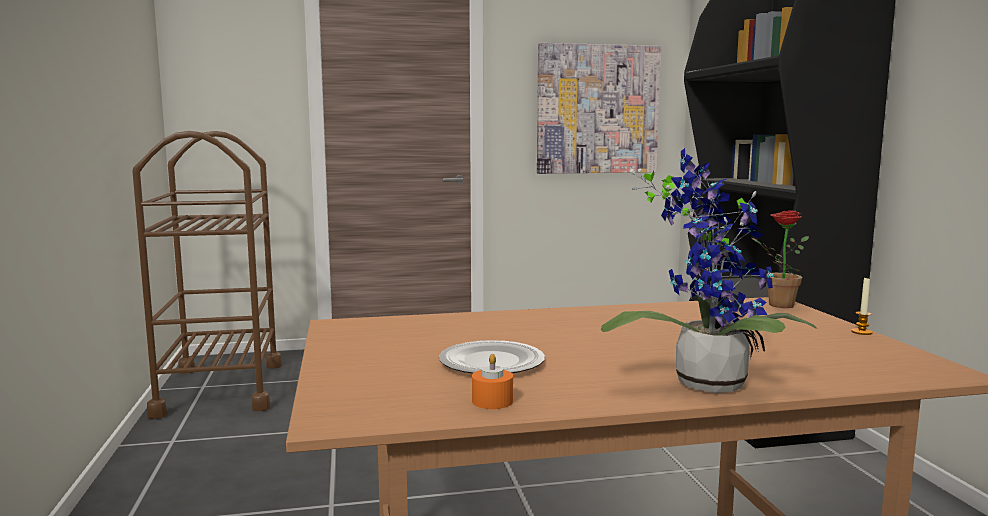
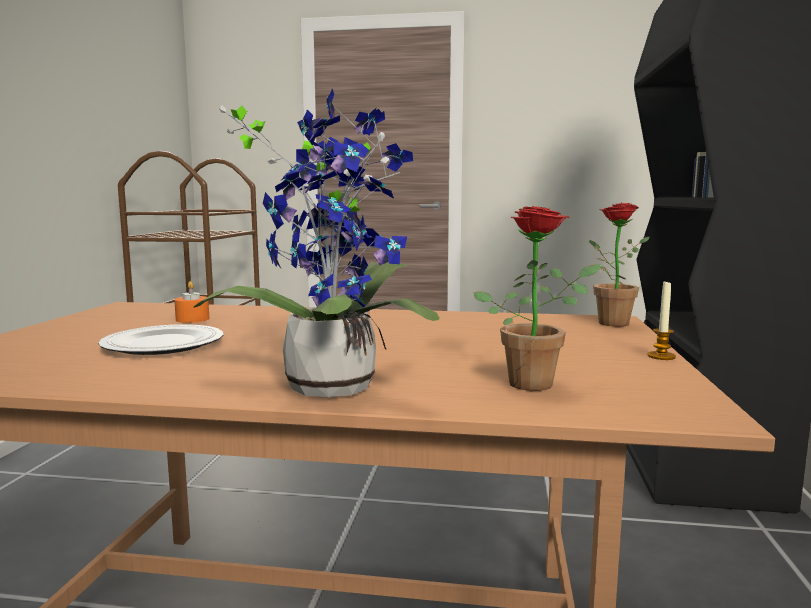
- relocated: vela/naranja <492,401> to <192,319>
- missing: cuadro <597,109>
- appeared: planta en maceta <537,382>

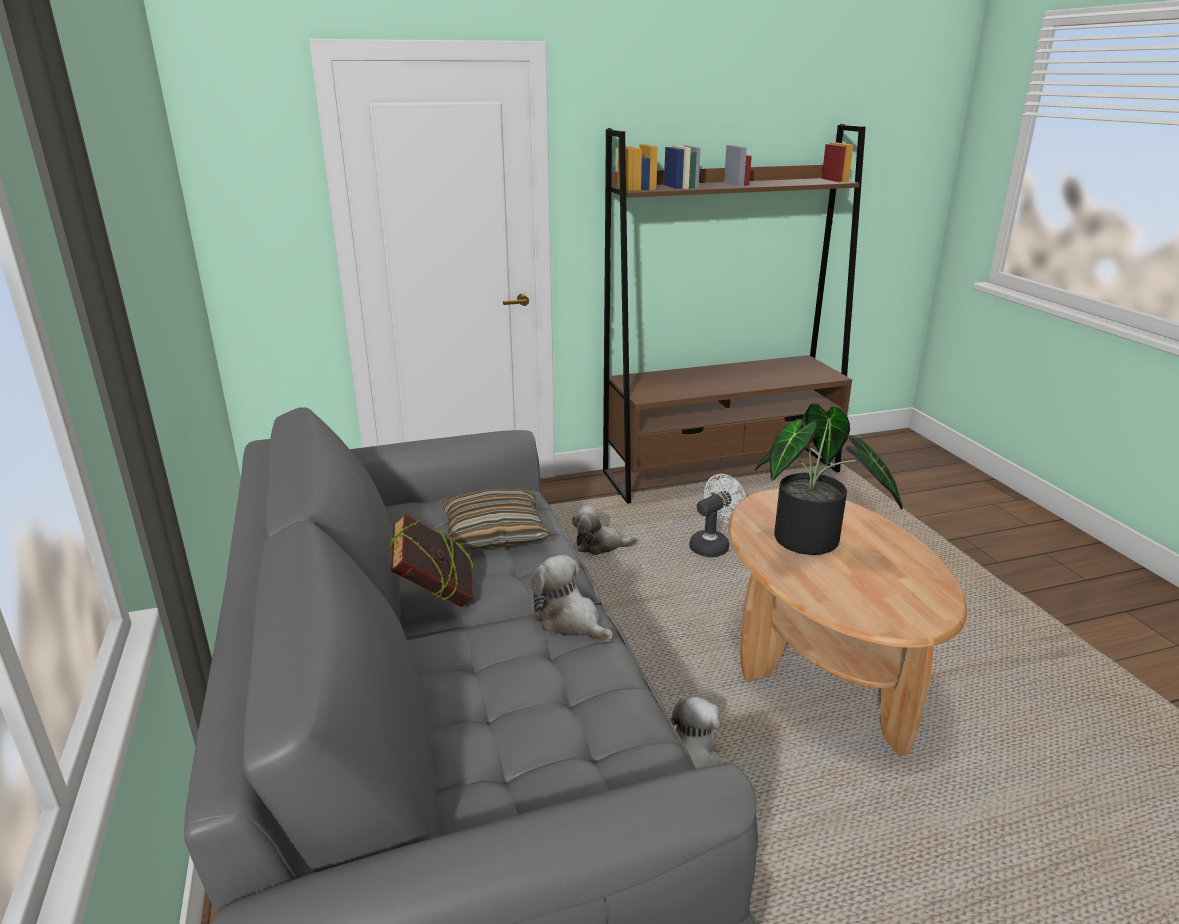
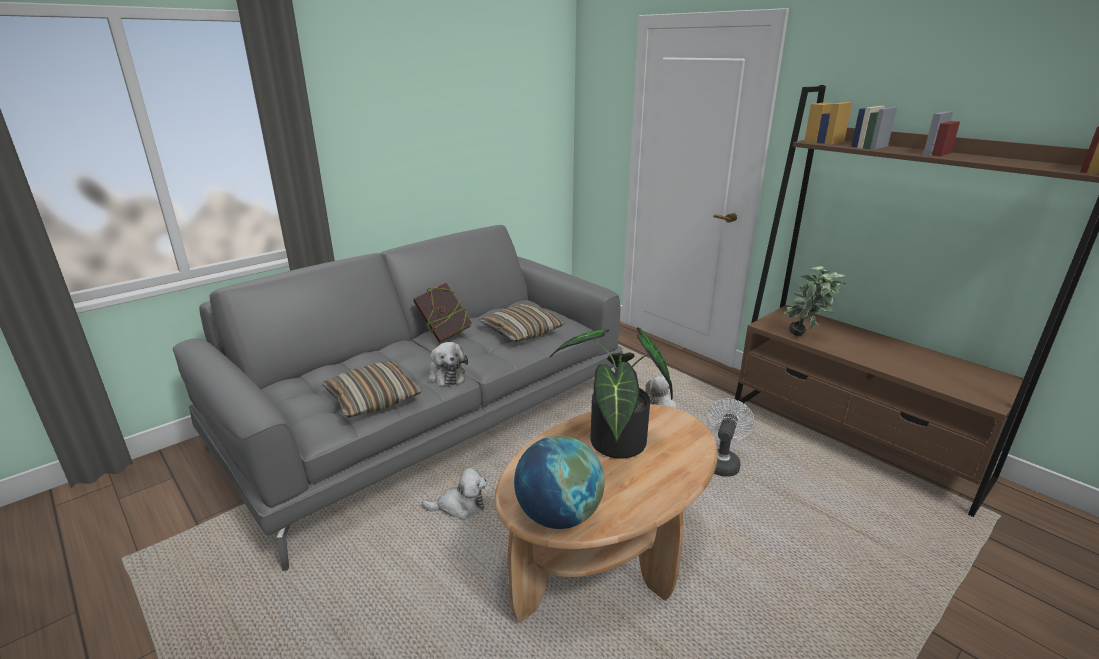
- spun: peluche <569,621> = <446,375> 135 degrees clockwise
- spun: ventilador/blanco <713,545> = <722,462> 90 degrees counterclockwise
- appeared: cojín <373,399>
- appeared: globo terráqueo <558,515>
- appeared: planta en maceta <805,337>

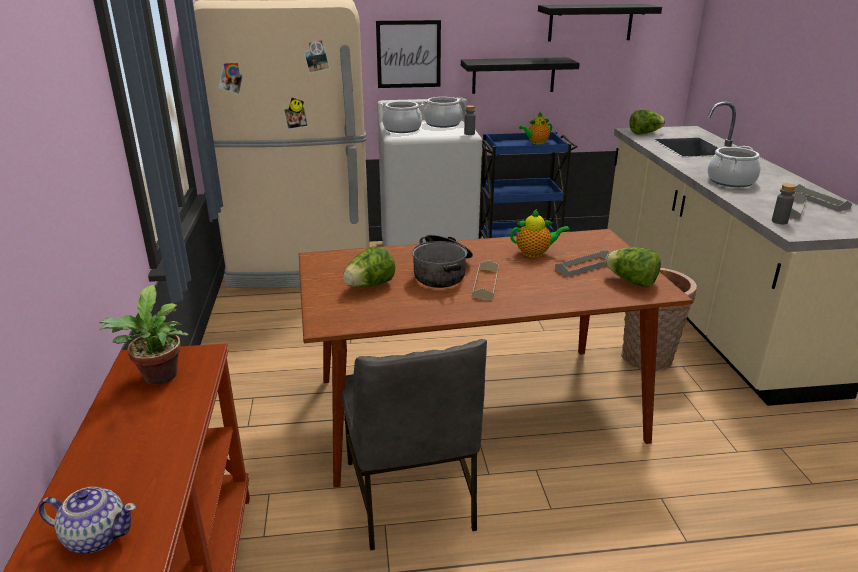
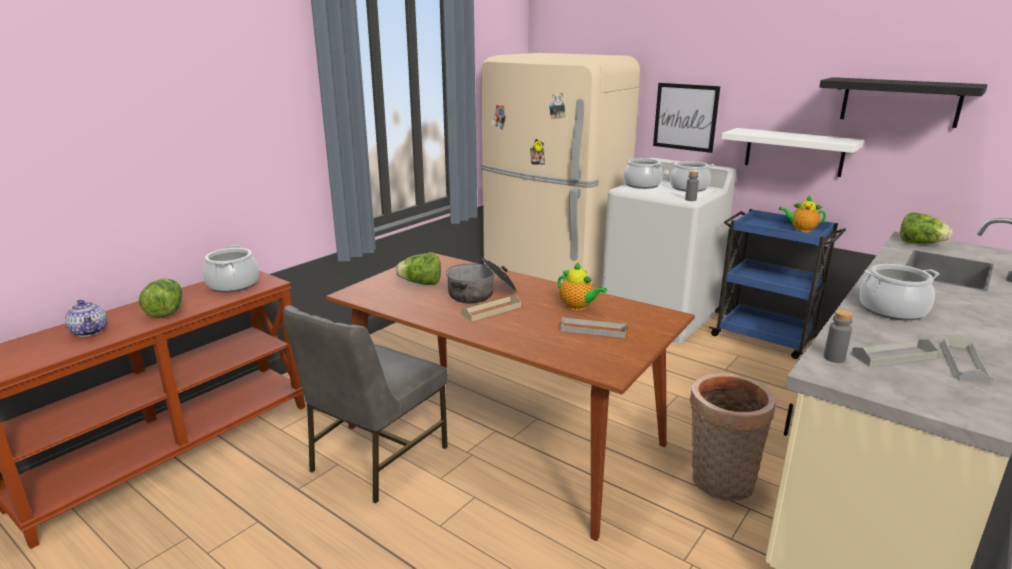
- exchanged: planta en maceta <158,378> to olla <233,285>
- colour: estante/negro <513,75> to estante/blanco <794,152>
- relocated: lechuga <631,282> to <166,311>

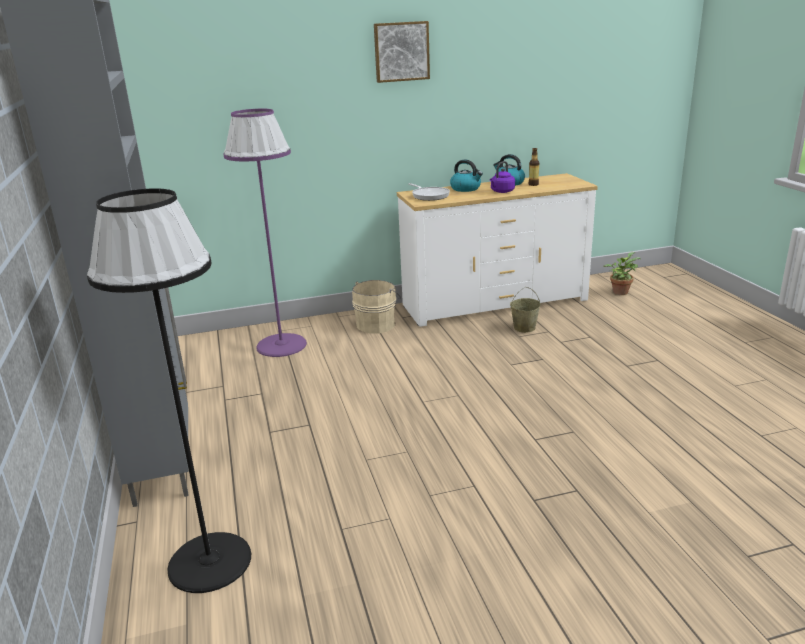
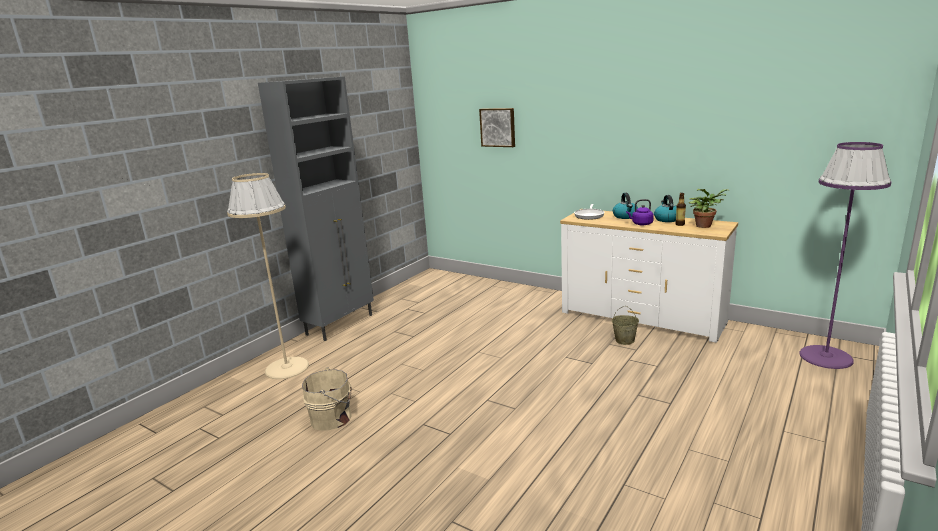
- colour: lámpara de pie/negro <209,561> to lámpara de pie/beis <287,368>
- relocated: lámpara de pie/morado <281,345> to <825,357>
- relocated: cubo/beis <377,324> to <333,418>
- relocated: cuadro <401,51> to <498,127>
- relocated: planta en maceta <620,291> to <705,225>

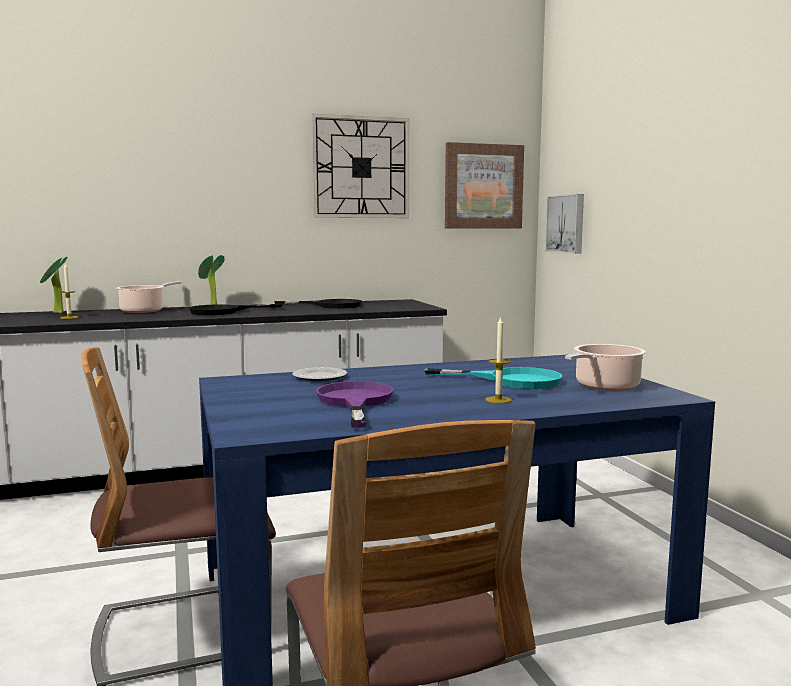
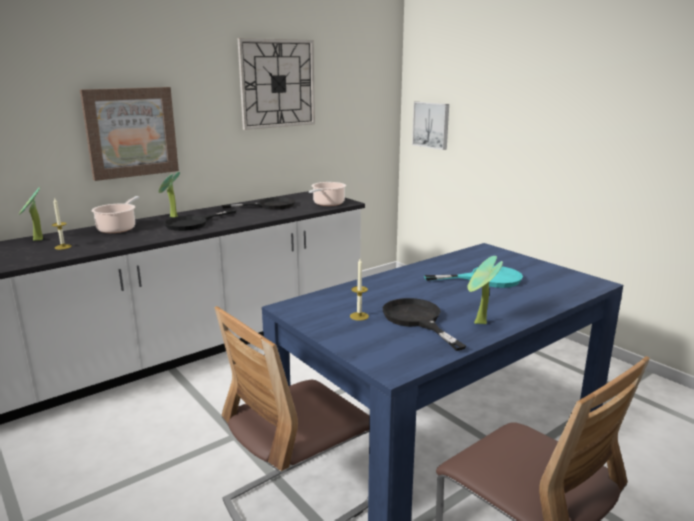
- missing: plato <320,377>
- colour: sartén/morado <354,402> to sartén/negro <417,320>
- relocated: cuadro <483,186> to <131,132>
- relocated: vela <498,400> to <359,316>
- relocated: olla <604,386> to <327,204>
- appeared: planta en maceta <479,324>

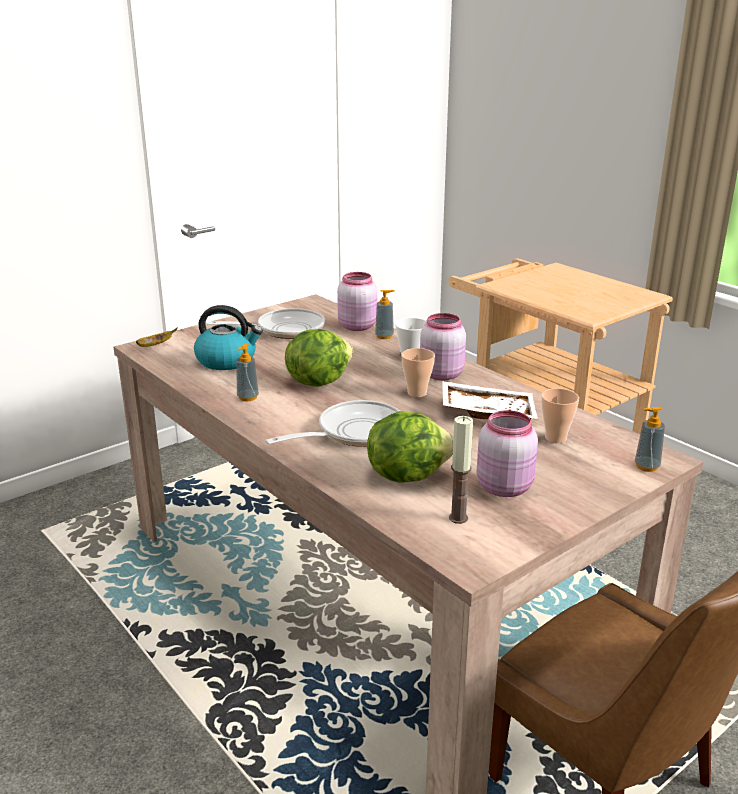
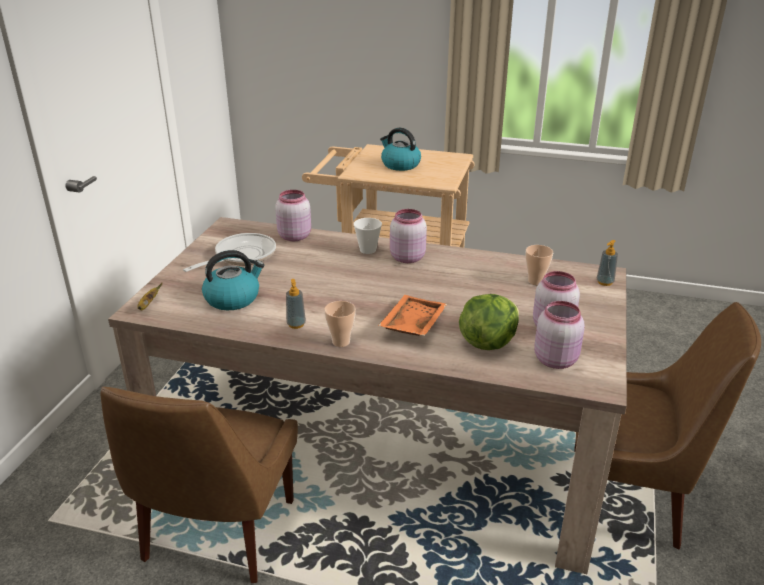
- exchanged: sartén <354,432> to bandeja/naranja <412,324>
- missing: lechuga <318,381>
- missing: dispensador de jabón <384,336>
- relocated: taza <417,393> to <341,342>
- missing: bandeja/blanco <487,411>
- exchanged: vela <458,518> to tarro/rosa <555,359>
- appeared: silla/marrón <217,534>
- appeared: hervidor <400,165>

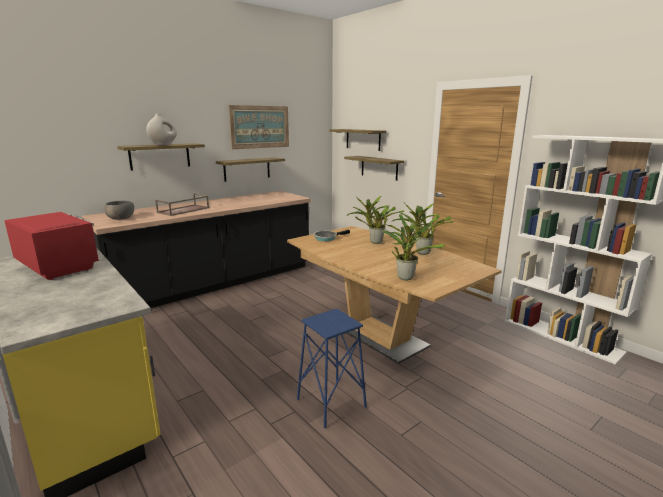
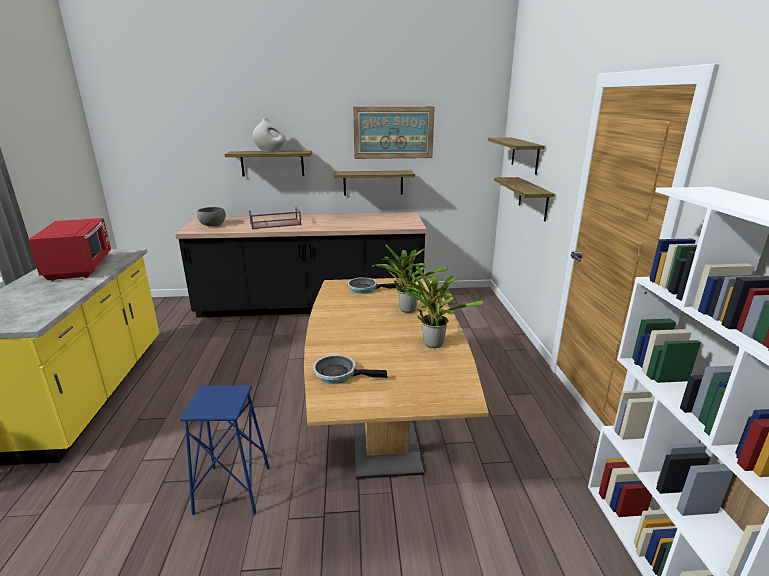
- exchanged: planta en maceta <405,277> to sartén <339,374>

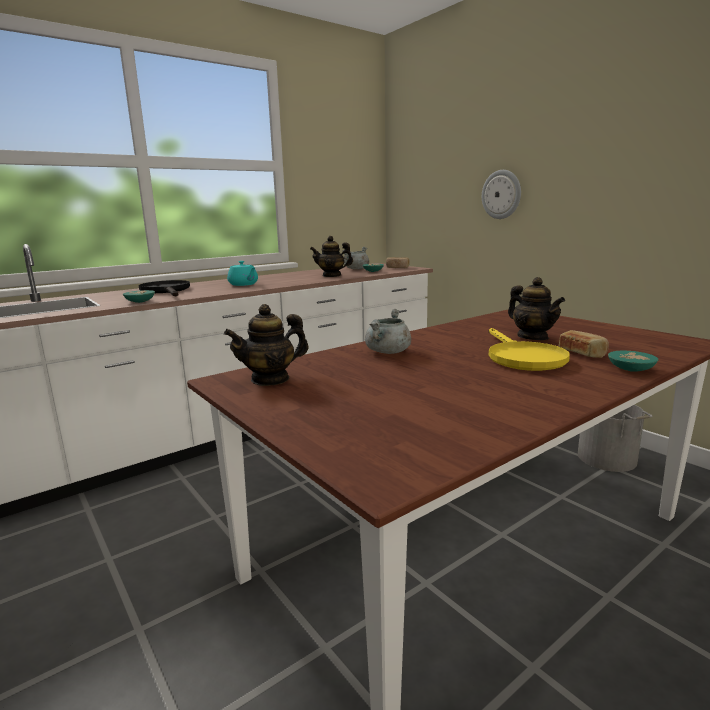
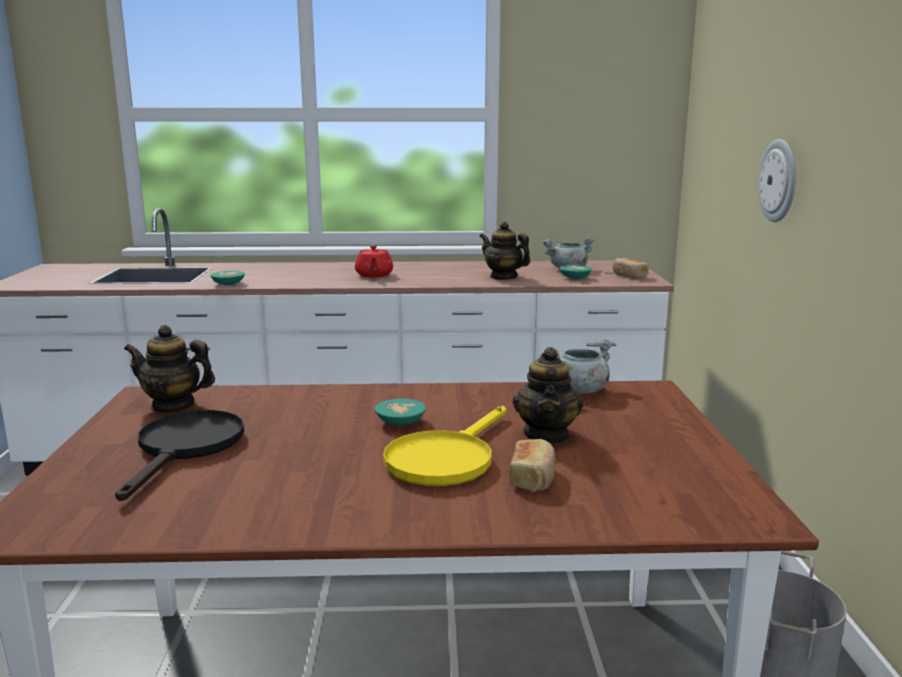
- relocated: sartén/negro <167,291> to <186,448>
- colour: tetera/turquesa <243,284> to tetera/rojo <374,275>
- relocated: olla/gris <388,352> to <579,390>
- relocated: cuenco/turquesa <632,370> to <400,423>

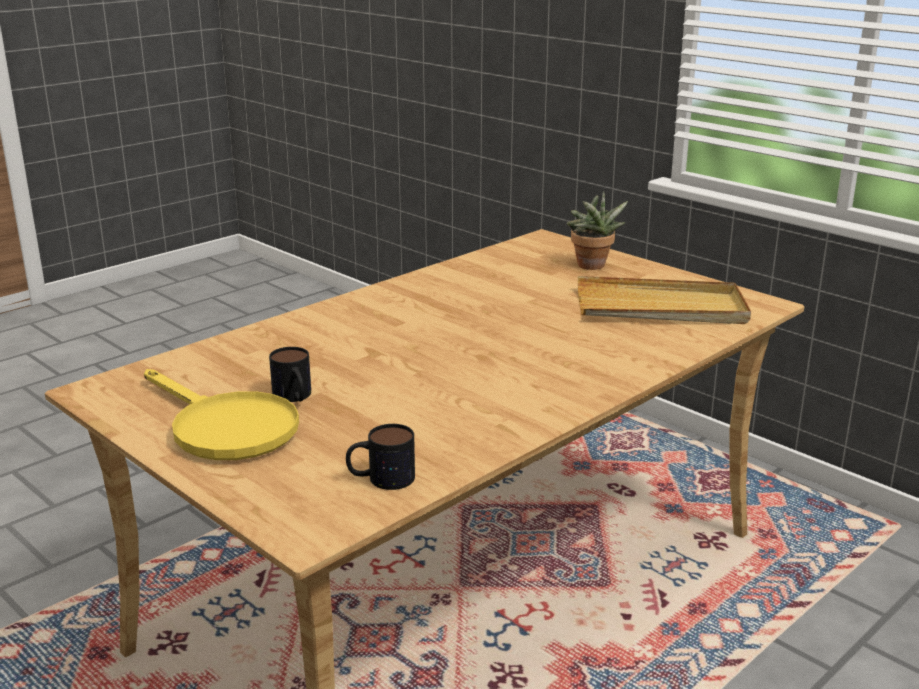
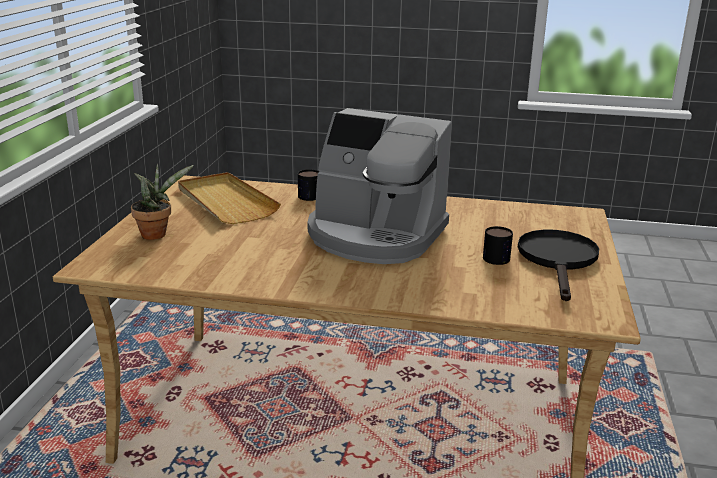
- colour: sartén/amarillo <224,427> to sartén/negro <558,260>
- relocated: taza grande <381,478> to <313,198>
- appeared: cafetera <375,236>

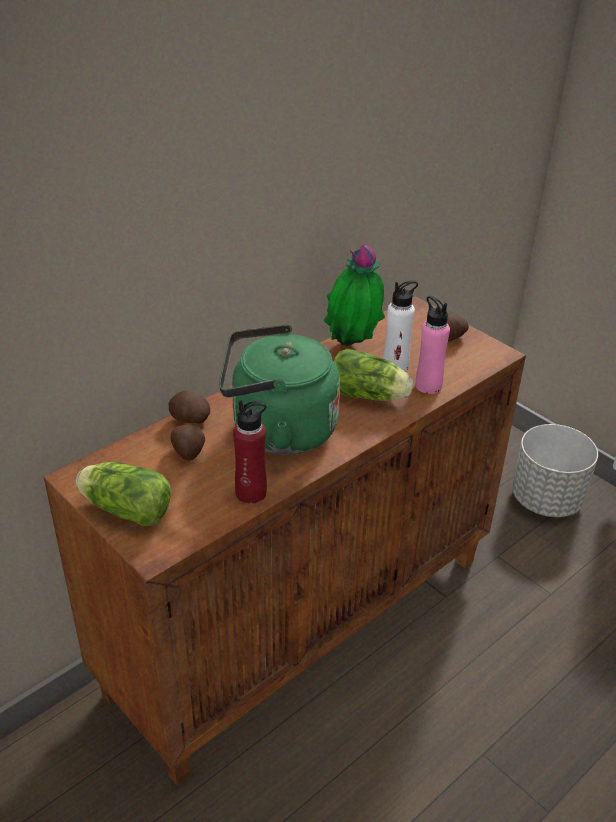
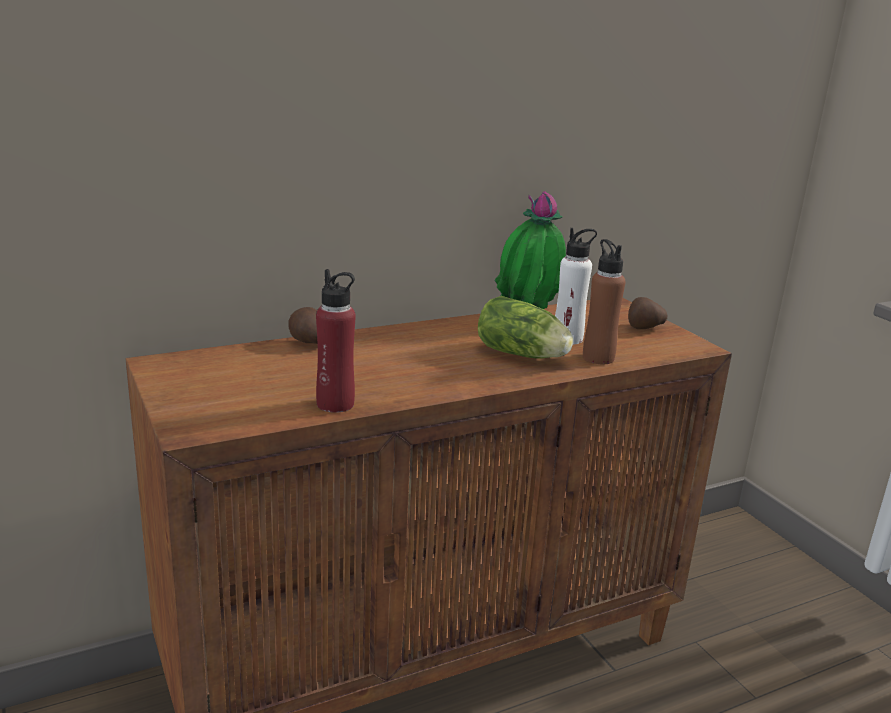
- missing: lechuga <124,509>
- missing: patata <188,452>
- missing: hervidor/verde <277,431>
- colour: botella/rosa <428,385> to botella/marrón <598,358>
- missing: maceta/gris <546,499>

